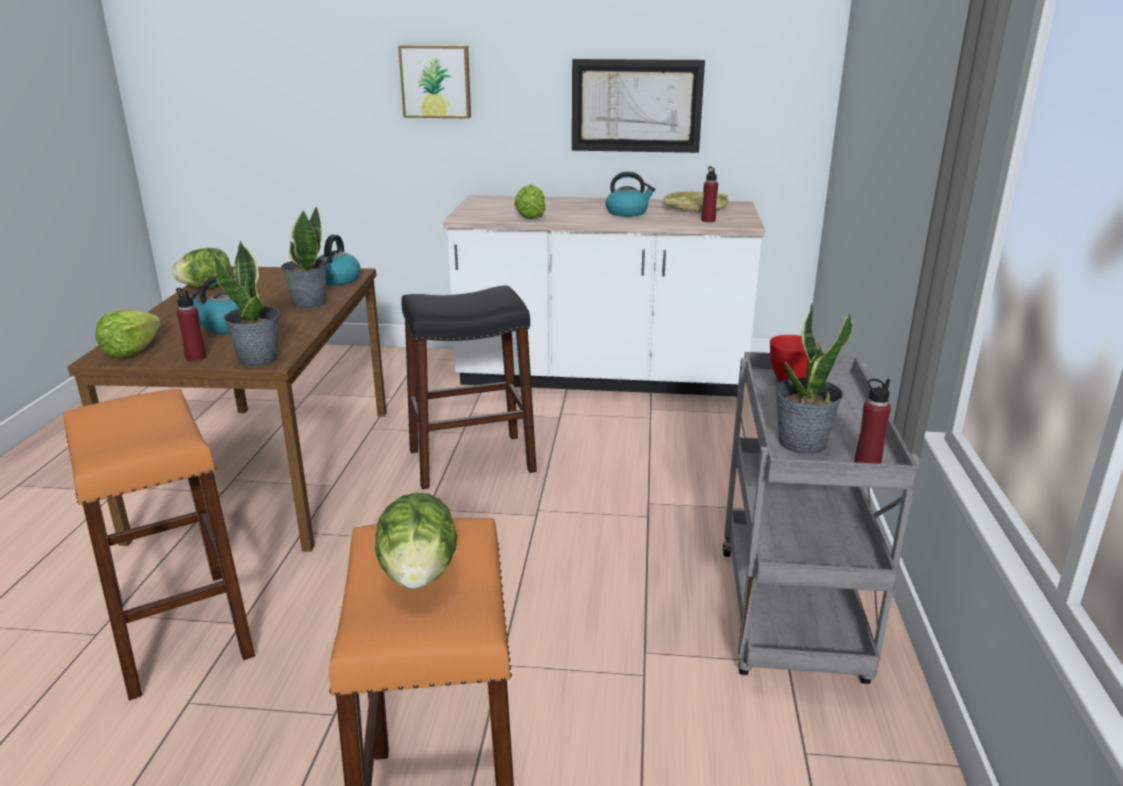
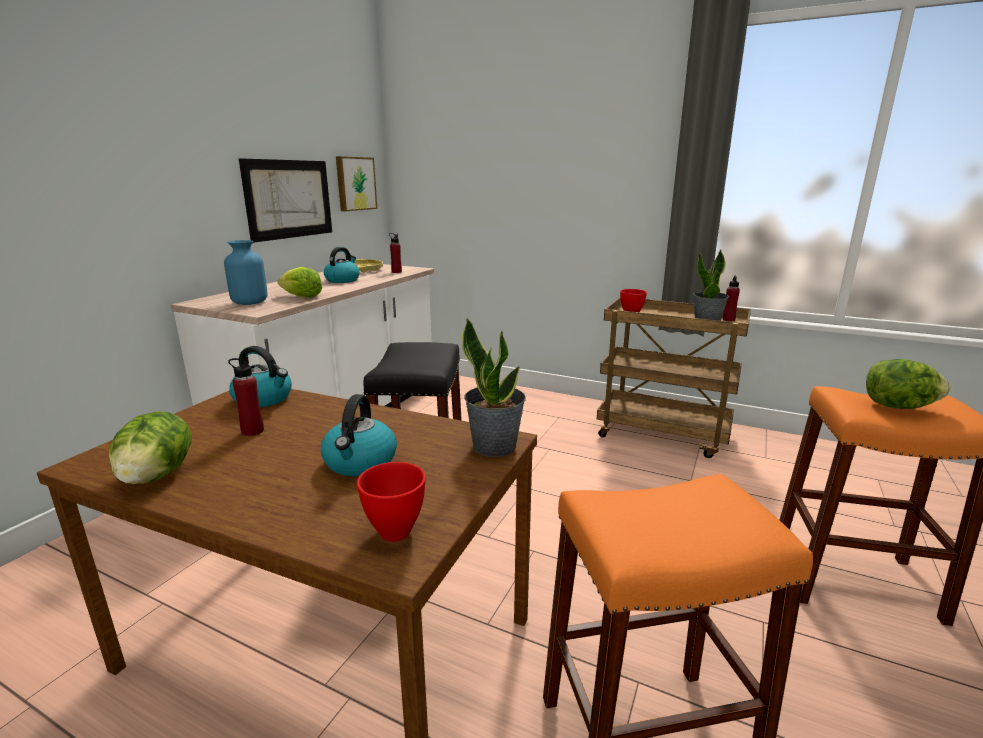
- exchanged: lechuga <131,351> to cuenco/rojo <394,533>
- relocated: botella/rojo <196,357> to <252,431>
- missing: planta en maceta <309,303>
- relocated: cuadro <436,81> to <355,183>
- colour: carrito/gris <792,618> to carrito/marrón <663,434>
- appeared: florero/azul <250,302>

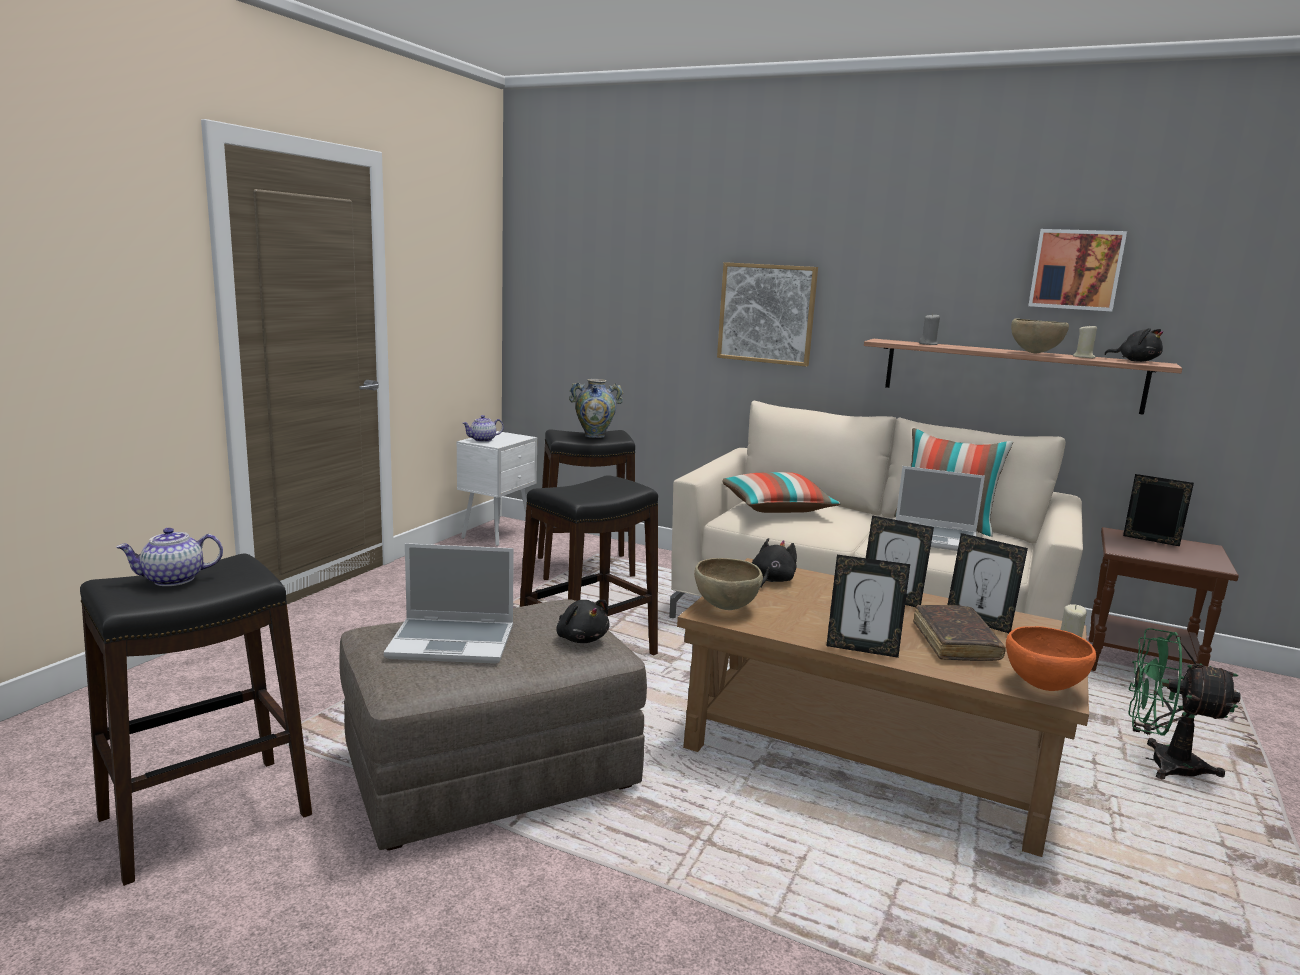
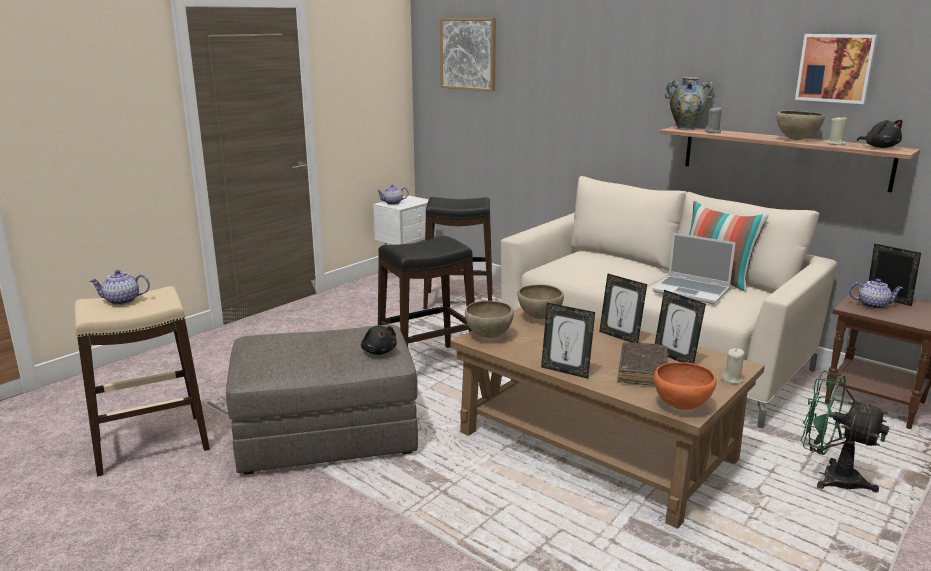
- colour: taburete/negro <207,816> to taburete/beis <152,444>
- missing: portátil <454,642>
- relocated: florero <594,435> to <685,128>
- relocated: cuadro <766,313> to <468,54>
- missing: cojín <776,508>
- exchanged: peluche/negro <771,580> to cuenco/marrón <539,318>
- appeared: tetera <872,305>

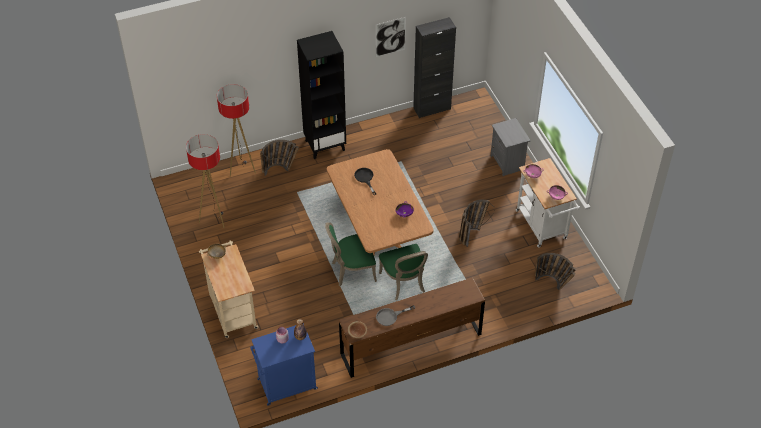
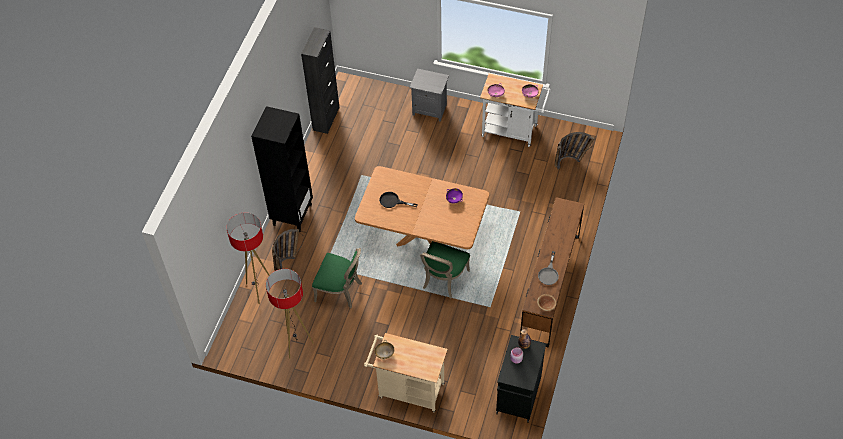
- colour: armario/azul <286,384> to armario/negro <518,397>
- missing: cuadro <390,37>
- relocated: silla/verde <404,283> to <340,291>
- missing: cesta <472,233>

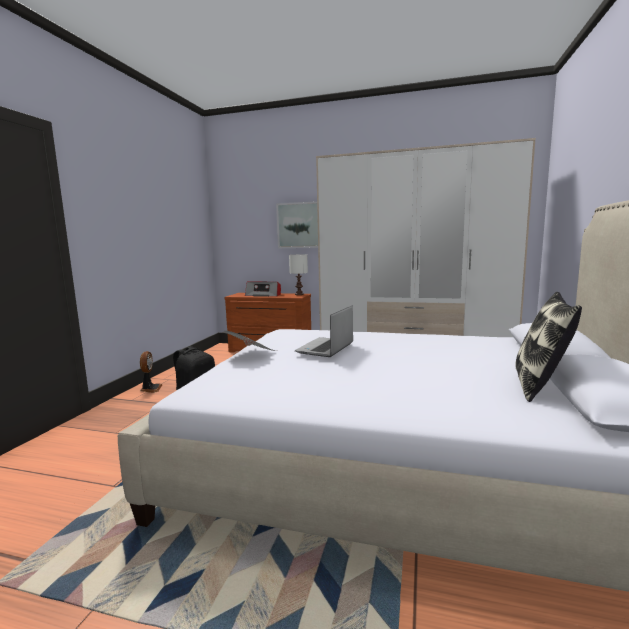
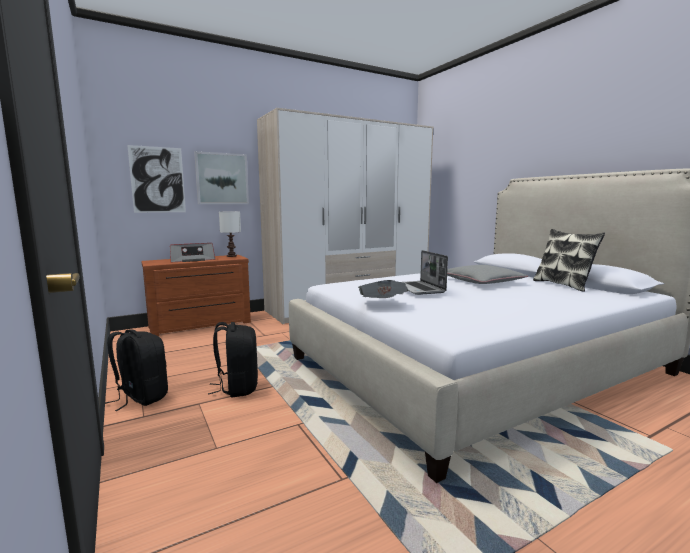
- exchanged: ventilador <150,389> to mochila/negro <140,397>
- appeared: cuadro <157,180>
- appeared: cojín/gris <481,281>

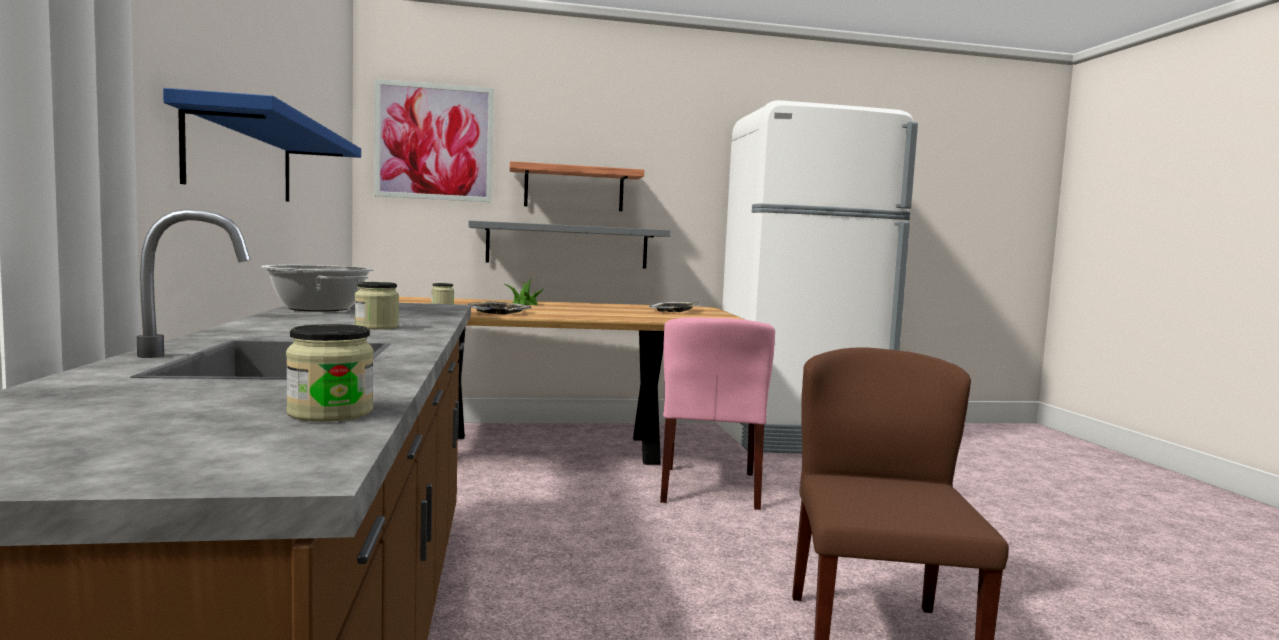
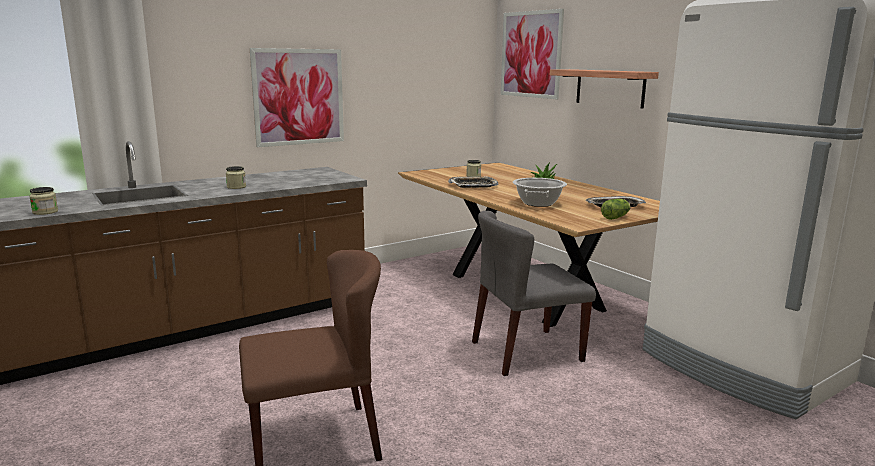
- exchanged: estante/azul <243,158> to cuadro <299,97>
- relocated: olla <318,308> to <538,203>
- missing: estante/gris <567,245>
- colour: silla/rosa <710,487> to silla/gris <526,352>
- appeared: lechuga <616,217>

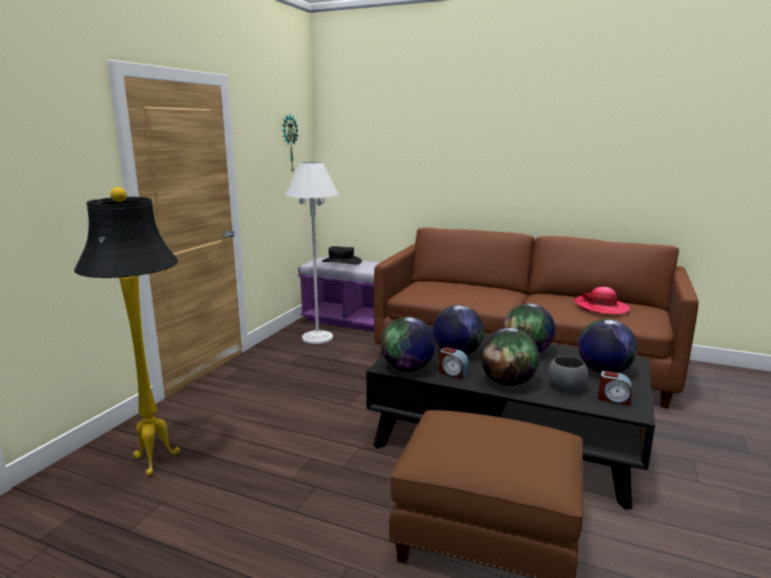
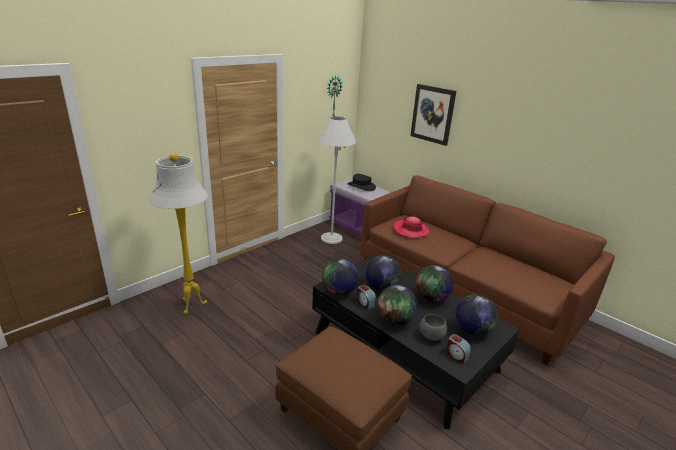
- colour: lámpara de pie/negro <155,462> to lámpara de pie/blanco <192,306>
- relocated: sombrero <601,307> to <410,230>
- appeared: cuadro <432,114>

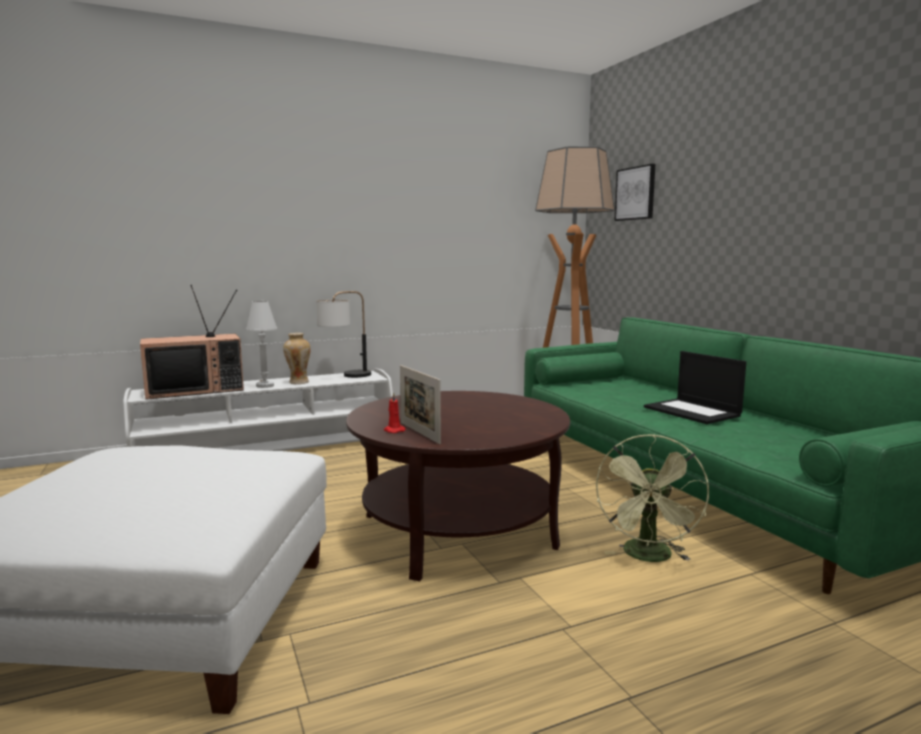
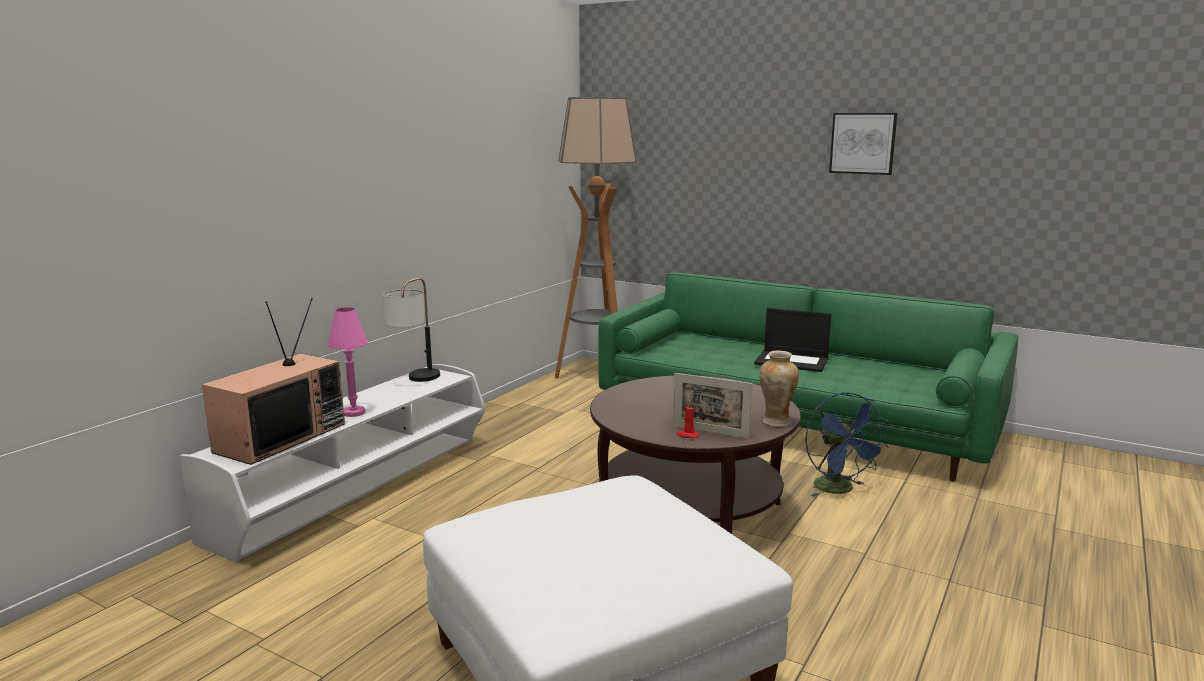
- colour: lámpara de mesa/blanco <265,386> to lámpara de mesa/rosa <354,413>
- relocated: florero <298,382> to <776,422>
- colour: ventilador/verde <649,557> to ventilador/azul <840,490>
- relocated: cuadro <635,193> to <863,143>

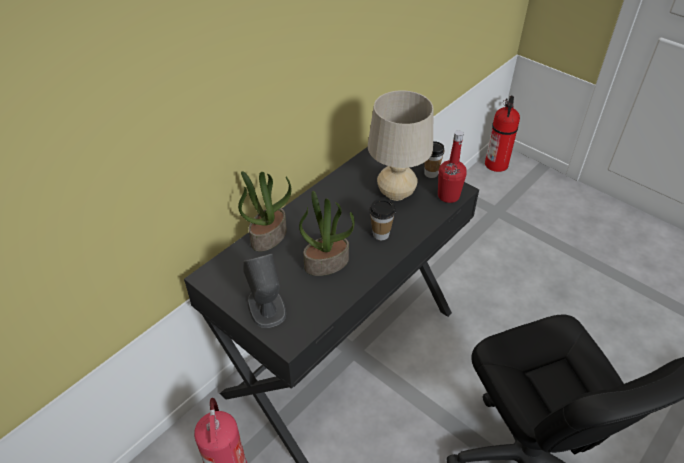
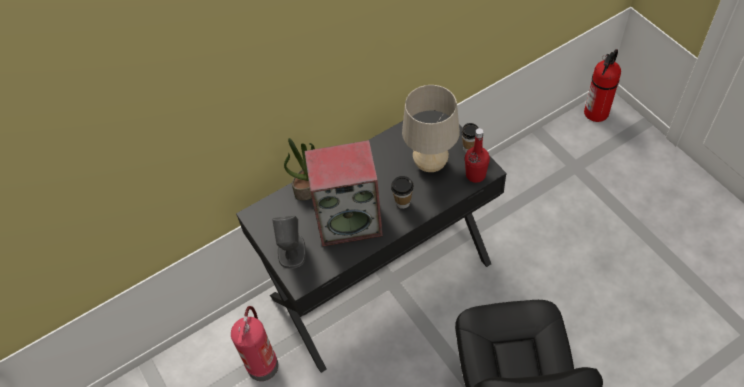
- exchanged: planta en maceta <326,262> to altavoz <350,220>

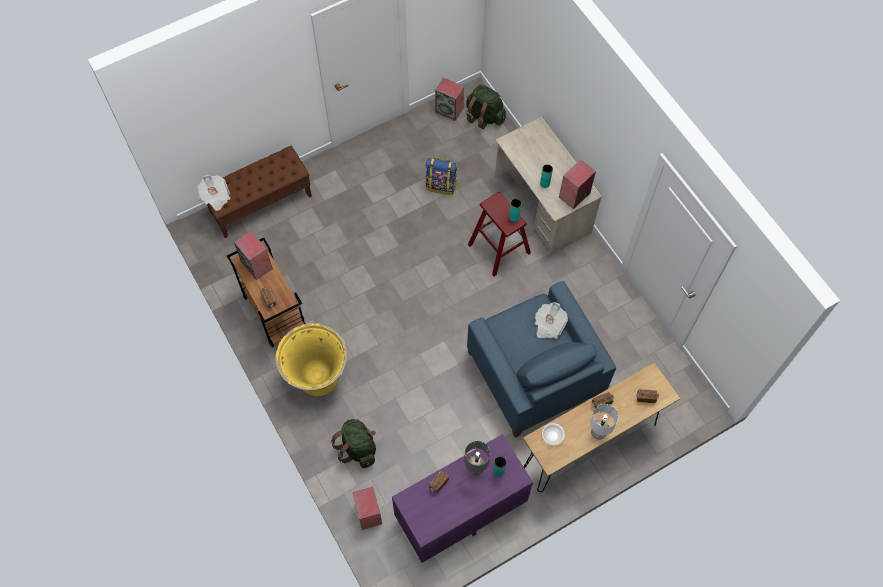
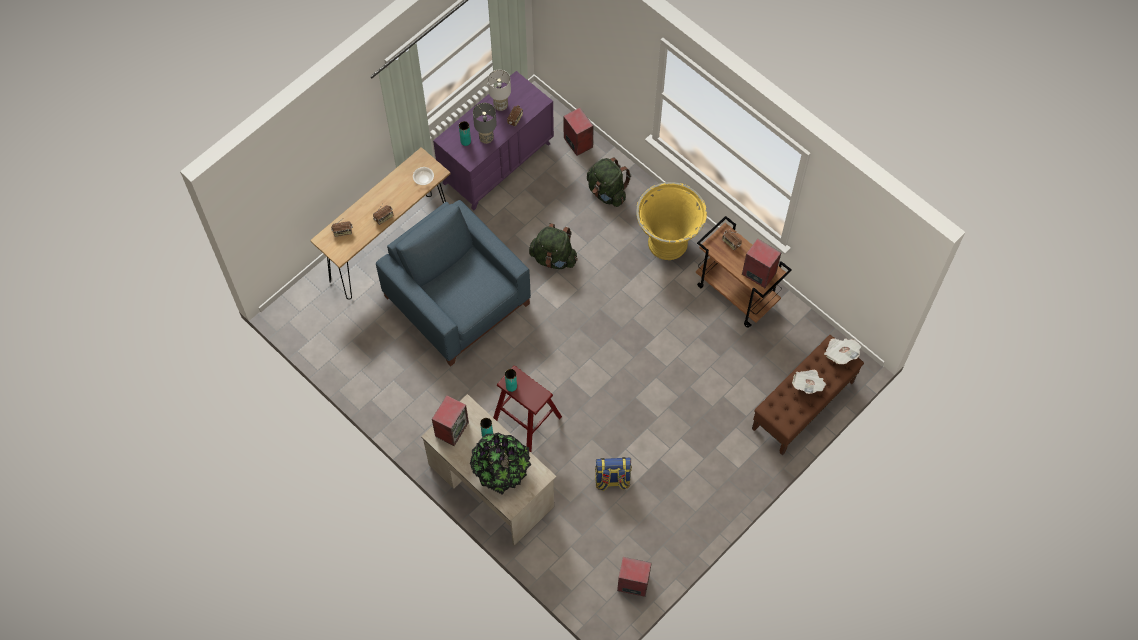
- relocated: mochila/verde <484,116> to <554,258>
- relocated: periódico <548,325> to <808,384>
- relocated: lámpara de mesa/blanco <598,433> to <500,106>
- appeared: planta en maceta <501,470>

